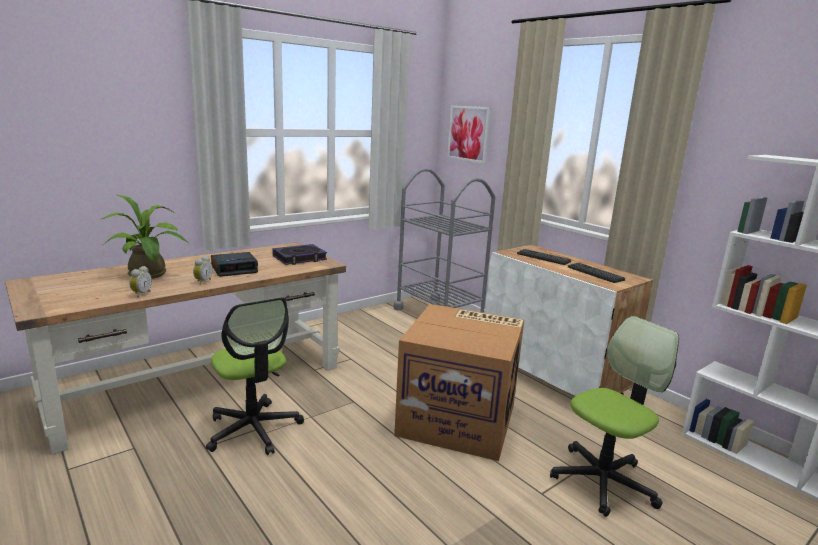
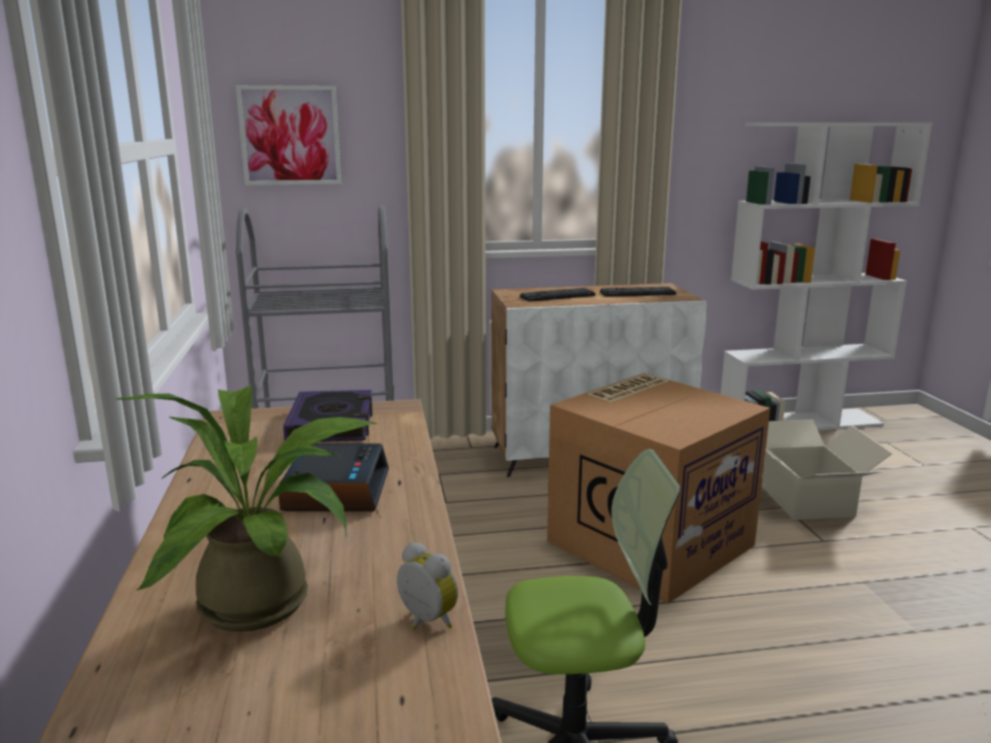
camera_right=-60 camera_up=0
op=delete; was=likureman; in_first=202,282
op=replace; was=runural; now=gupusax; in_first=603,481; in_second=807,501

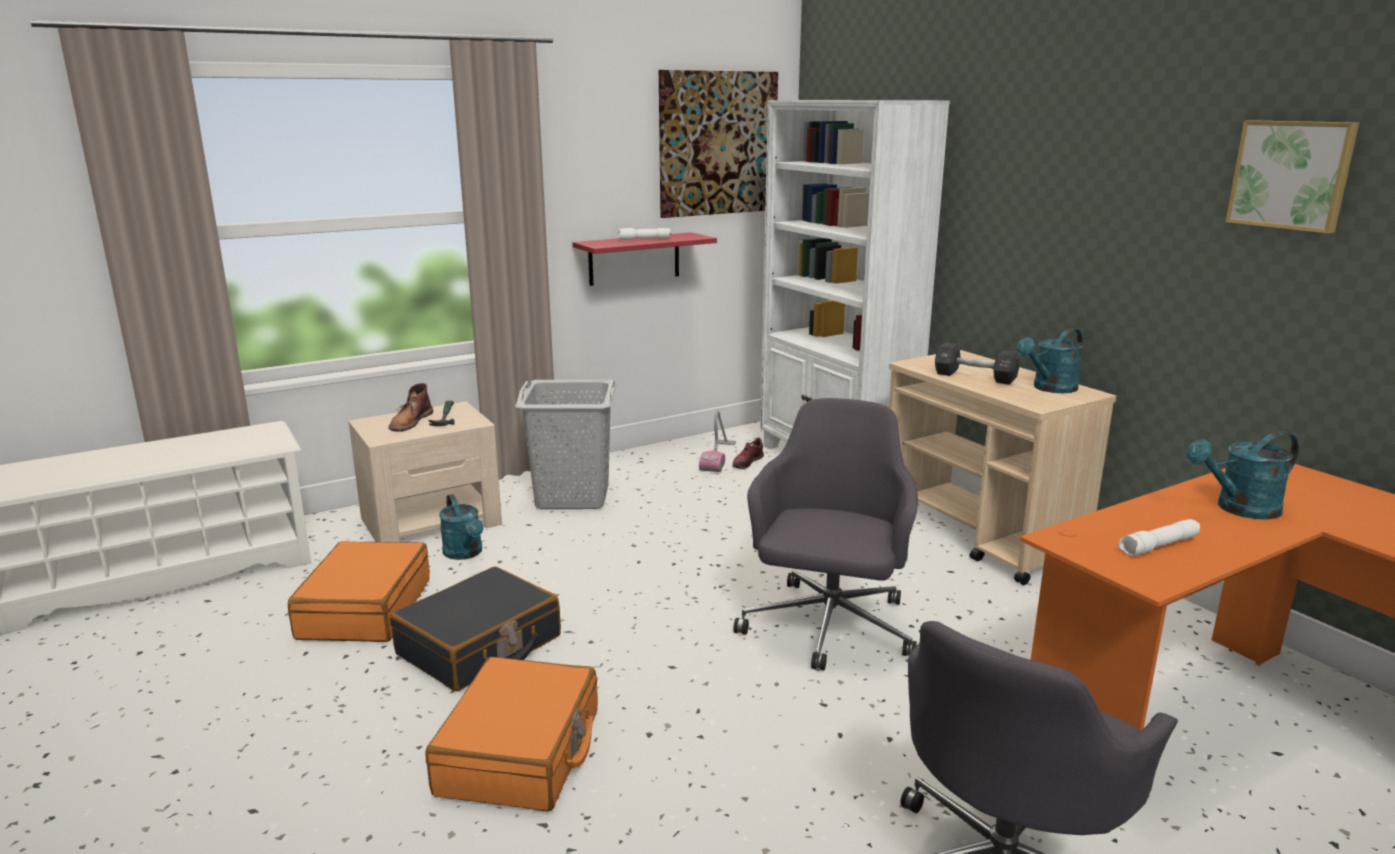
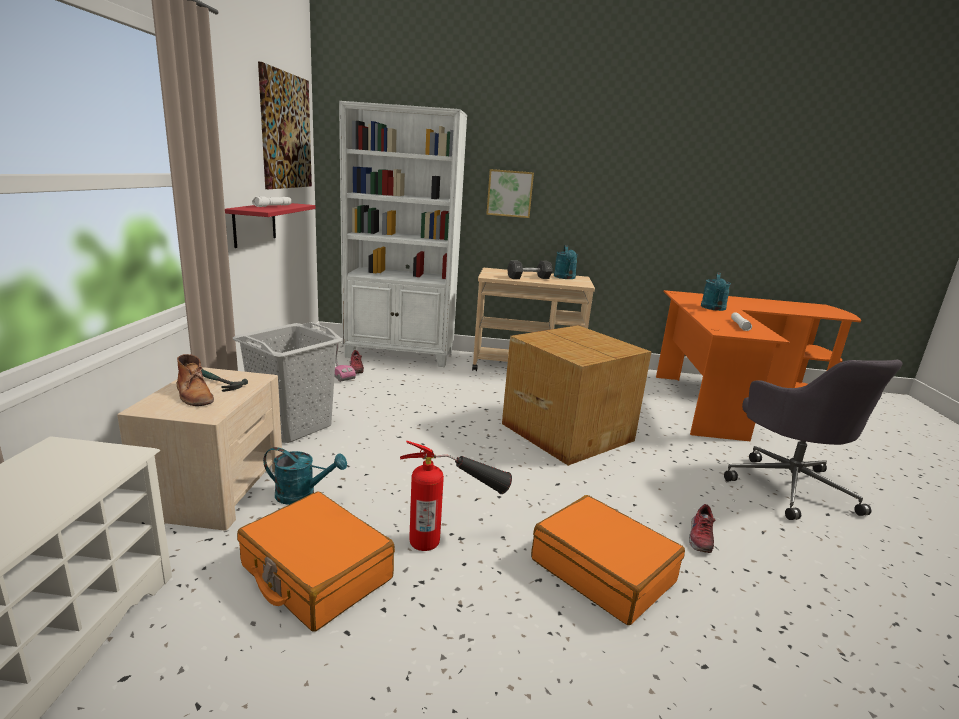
camera_right=-55 camera_up=0
op=insert; now=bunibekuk; in_second=699,537
op=move; was=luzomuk; in_first=1291,175; in_second=510,193
op=replace; was=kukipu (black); now=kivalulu; in_first=480,646; in_second=452,539
op=replace; was=runural (grey); now=gupusax; in_first=828,628; in_second=567,431

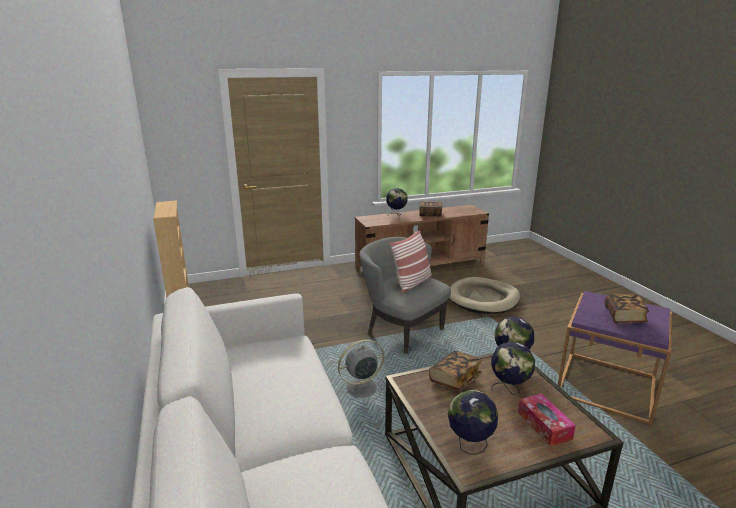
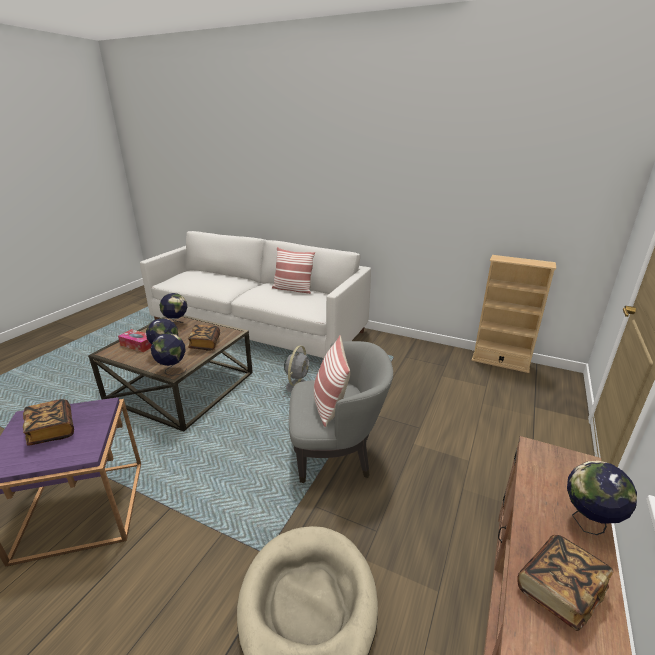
camera_right=135 camera_up=5
op=insert; now=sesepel; in_second=293,289

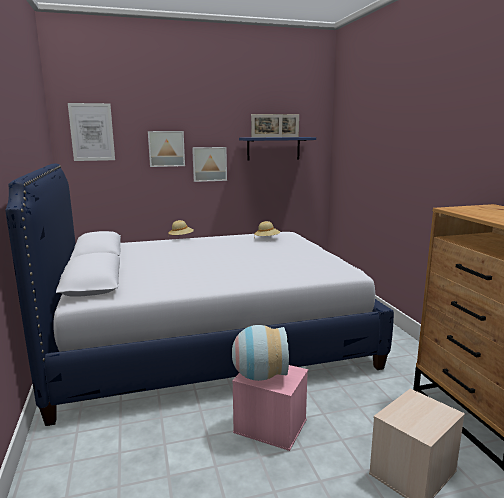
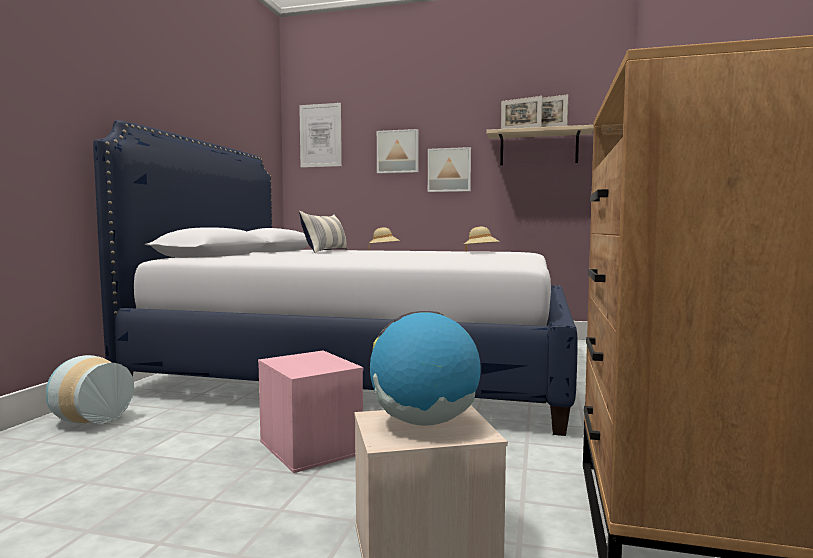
camera_right=30 camera_up=-10
op=insert; now=sesepel; in_second=326,251
op=insert; now=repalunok; in_second=424,422
op=move; was=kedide; in_first=259,375; in_second=88,420
op=recolor; was=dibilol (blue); now=dibilol (beige); in_first=273,148; in_second=538,148

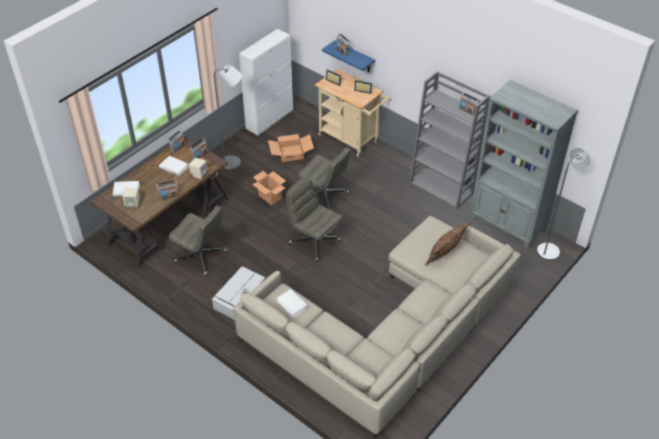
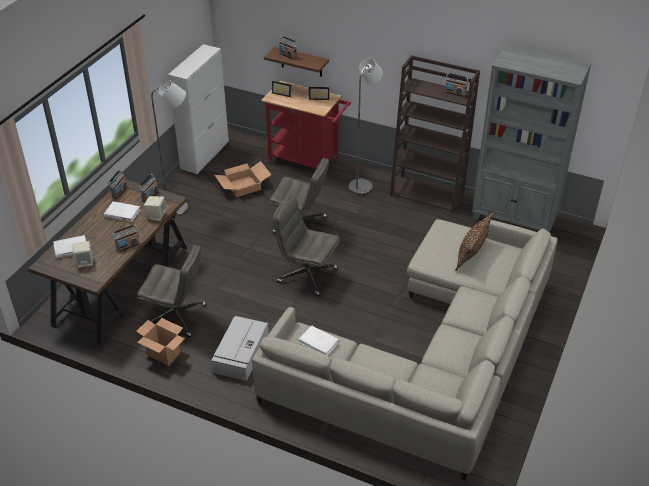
camera_right=-15 camera_up=-5
op=move; was=gupusax; in_first=270,197; in_second=164,354
op=move; was=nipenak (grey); in_first=551,249; in_second=363,185
op=recolor; was=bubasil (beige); now=bubasil (red); in_first=351,139; in_second=307,161
op=recolor; was=dibilol (blue); now=dibilol (brown); in_first=354,57; in_second=301,62
op=recolor; was=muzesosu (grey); now=muzesosu (brown); in_first=442,188; in_second=428,194

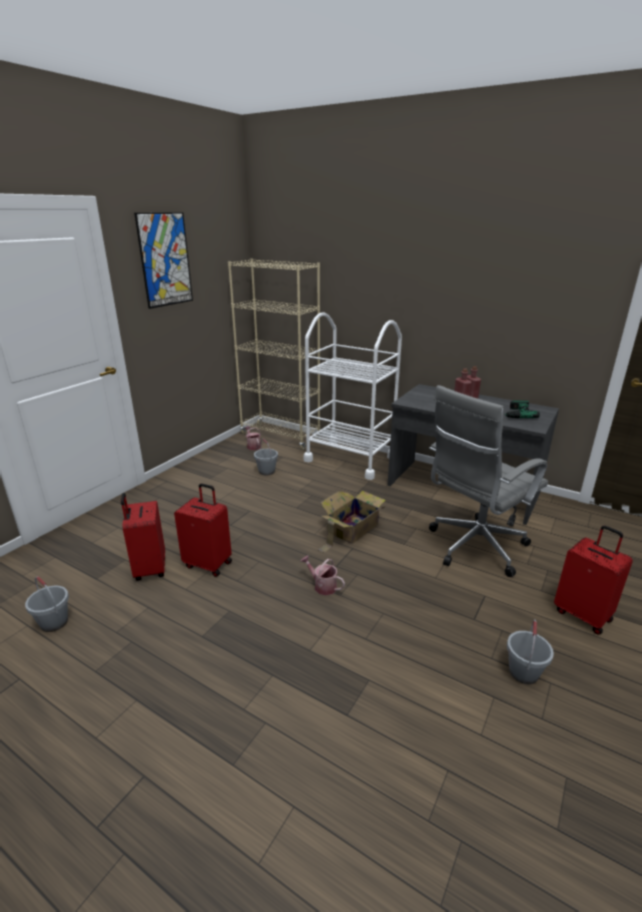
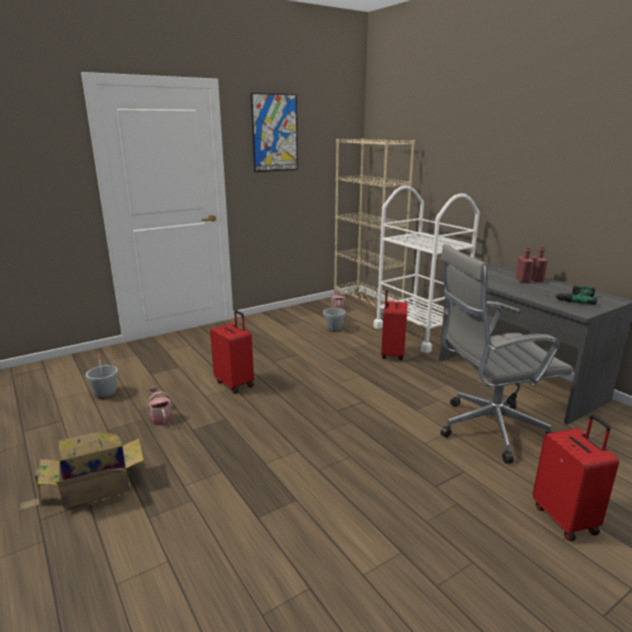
camera_right=25 camera_up=-5
op=delete; was=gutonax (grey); in_first=524,672
op=move; was=kukipu (red); in_first=149,569; in_second=391,354
op=move; was=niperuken; in_first=322,585; in_second=160,417
op=move; was=gupusax; in_first=351,529; in_second=93,487

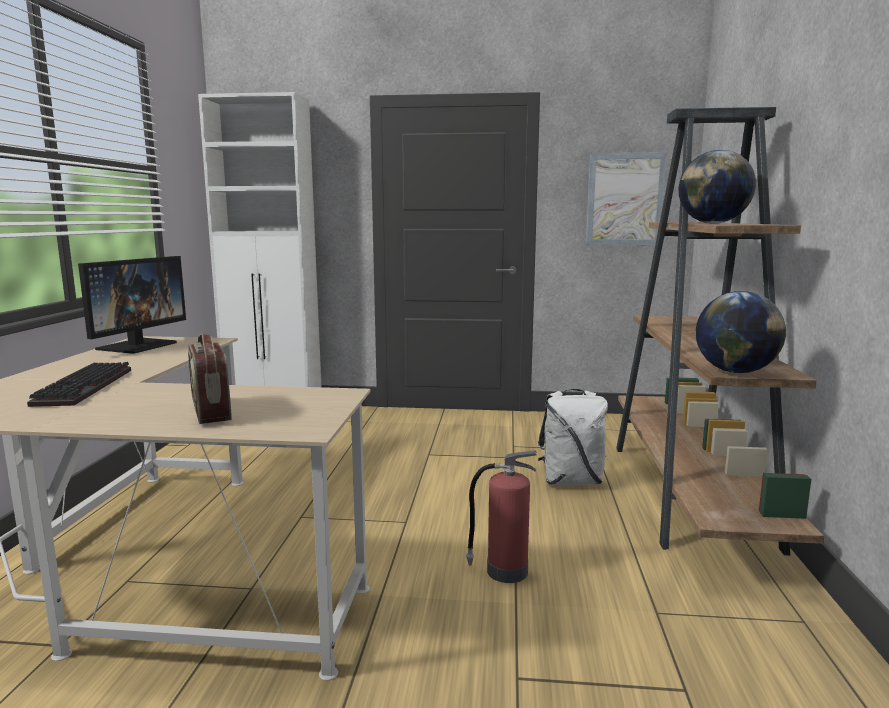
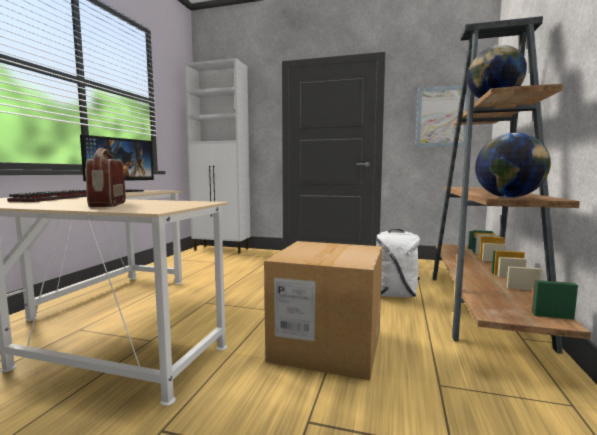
camera_right=10 camera_up=-5
op=replace; was=kivalulu; now=gupusax; in_first=504,571; in_second=327,345

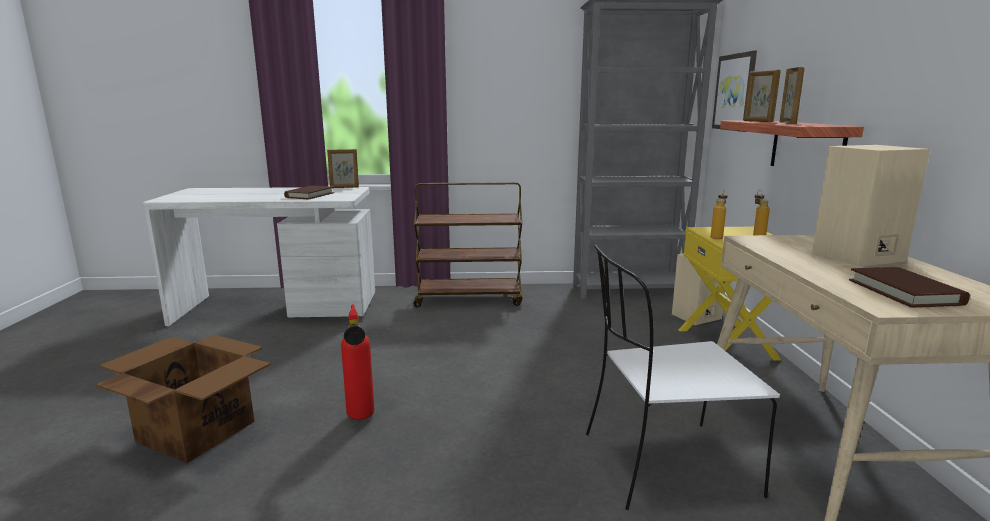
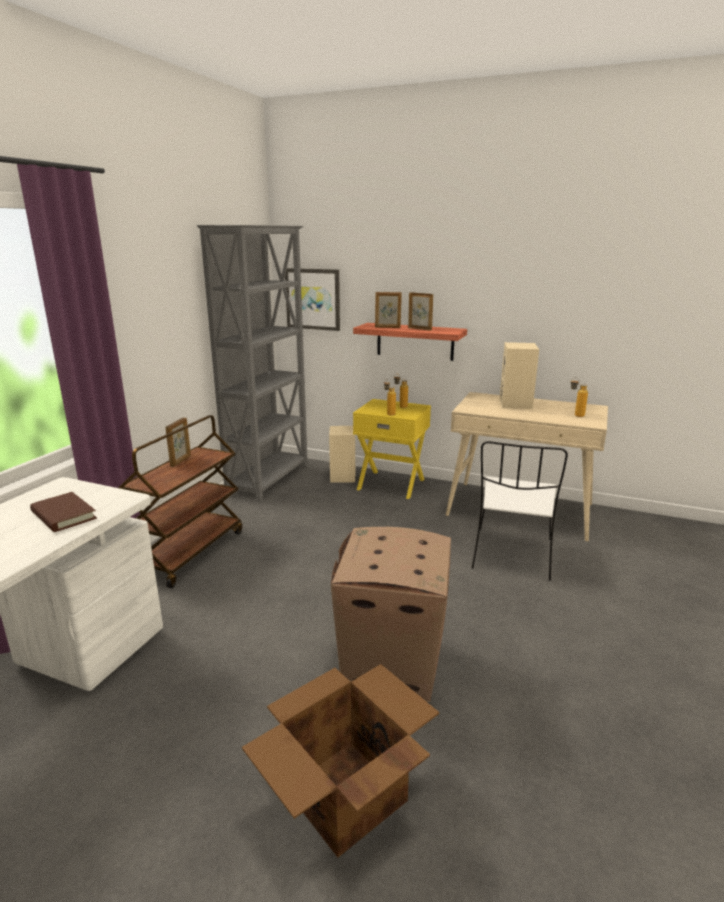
camera_right=-65 camera_up=5
op=move; was=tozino; in_first=344,187; in_second=181,461
op=replace; was=kivalulu; now=gupusax; in_first=361,419; in_second=391,667
op=replace; was=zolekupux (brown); now=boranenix; in_first=904,292; in_second=575,415

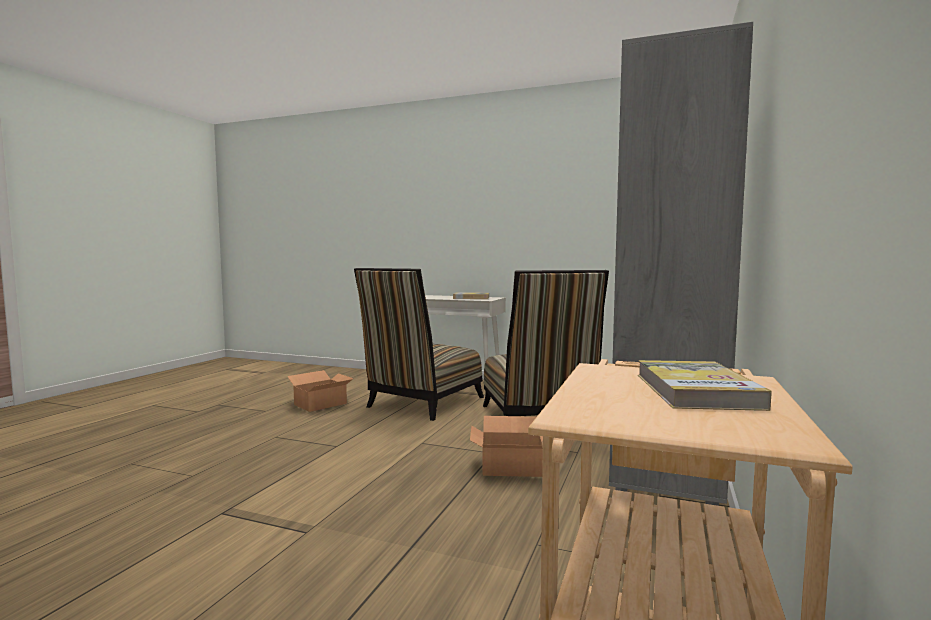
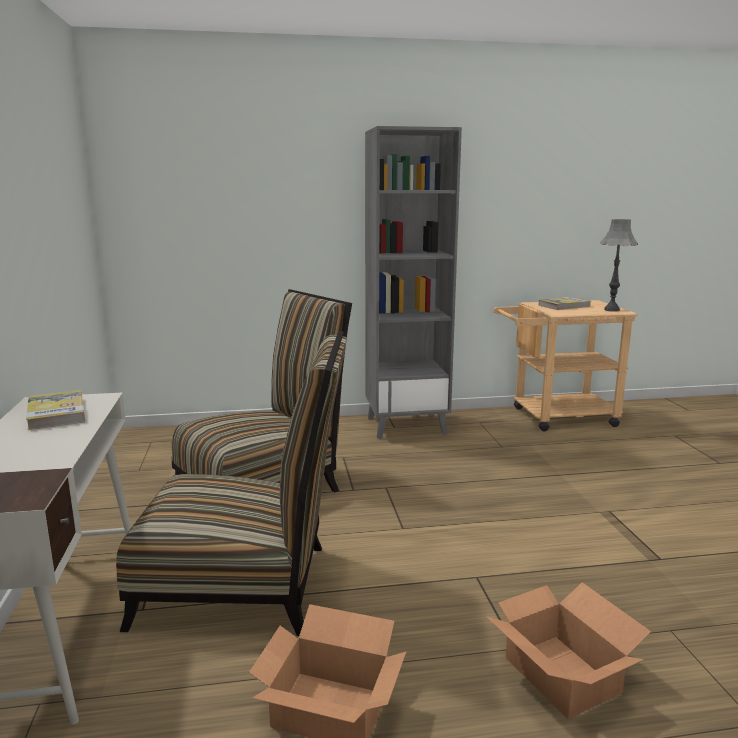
camera_right=-120 camera_up=10
op=insert; now=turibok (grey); in_second=611,310
op=move; was=gupusax; in_first=511,466; in_second=561,676

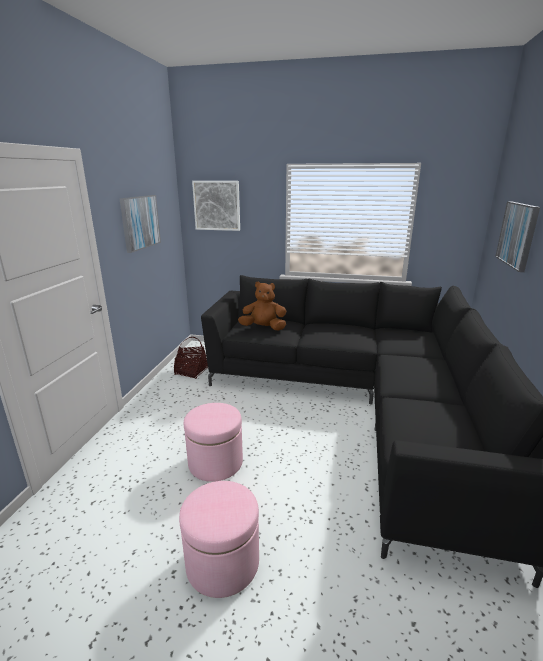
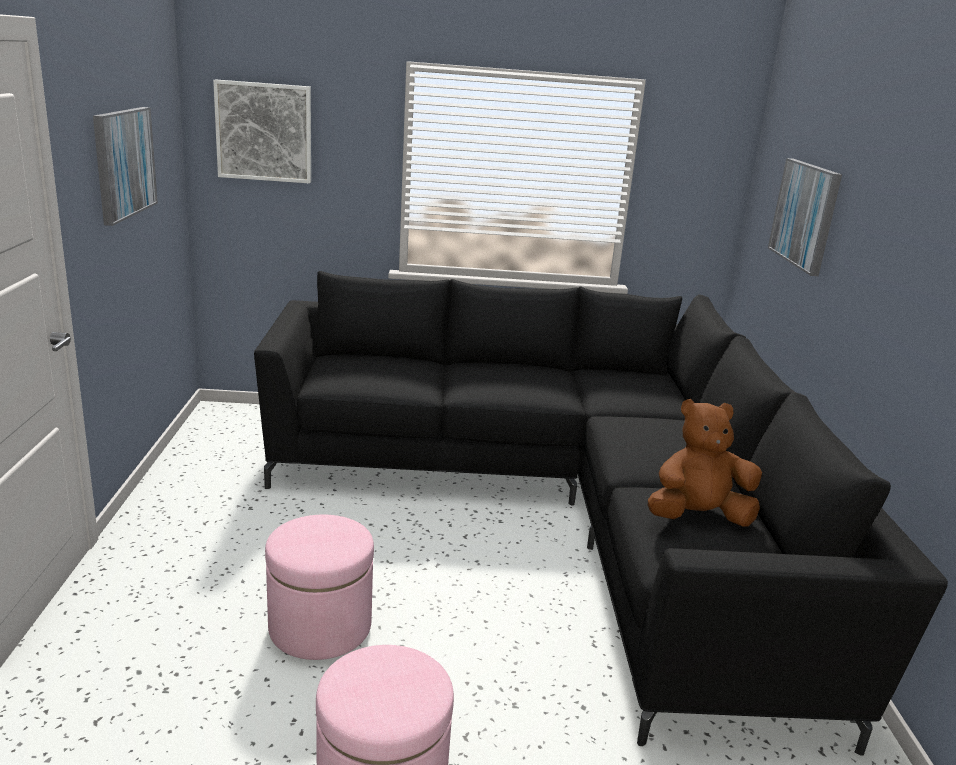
camera_right=-15 camera_up=0
op=delete; was=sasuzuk; in_first=191,371
op=move; was=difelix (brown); in_first=263,328; in_second=698,517

